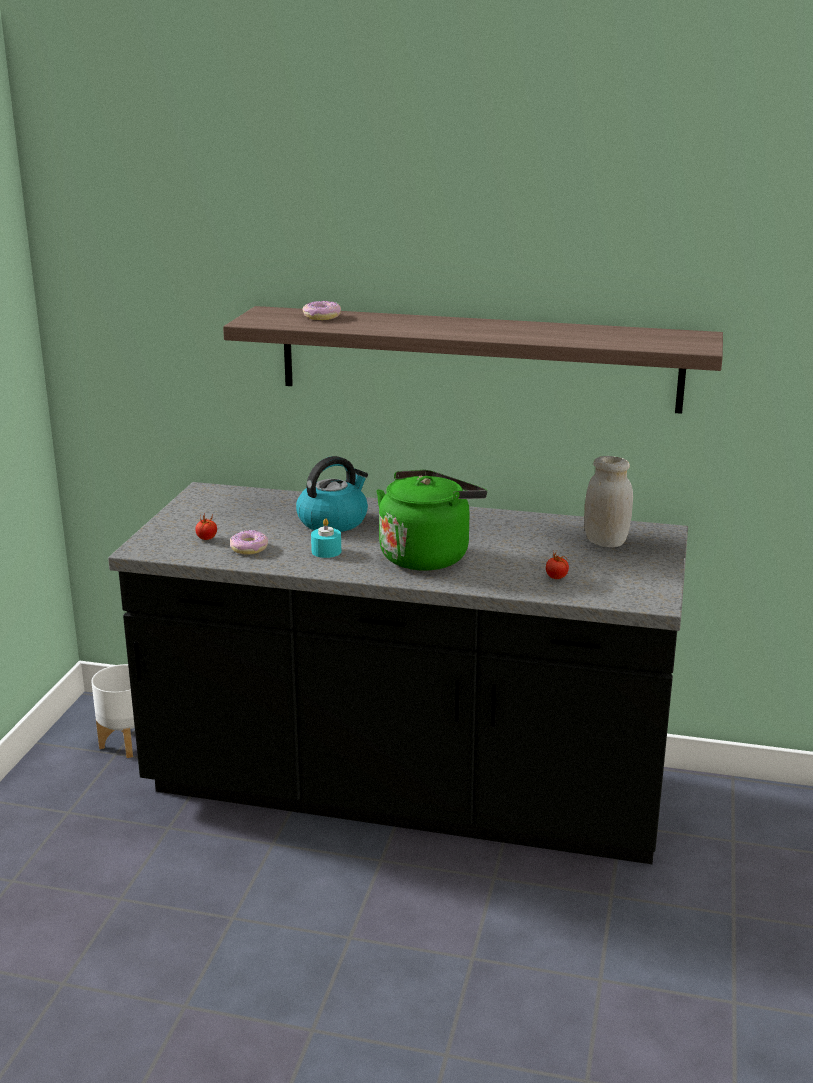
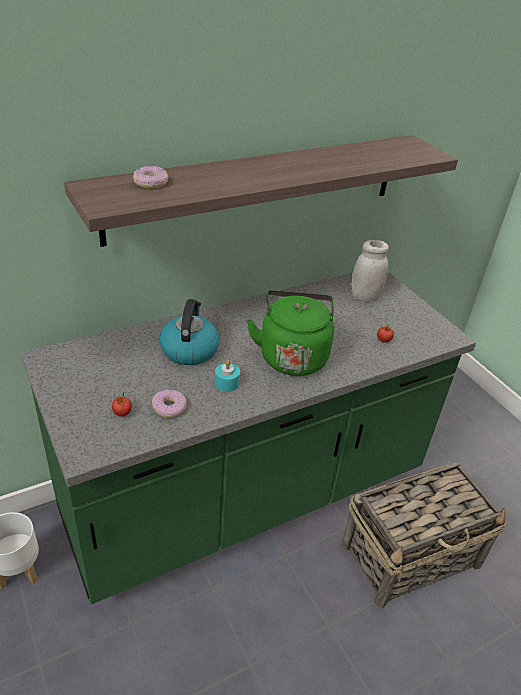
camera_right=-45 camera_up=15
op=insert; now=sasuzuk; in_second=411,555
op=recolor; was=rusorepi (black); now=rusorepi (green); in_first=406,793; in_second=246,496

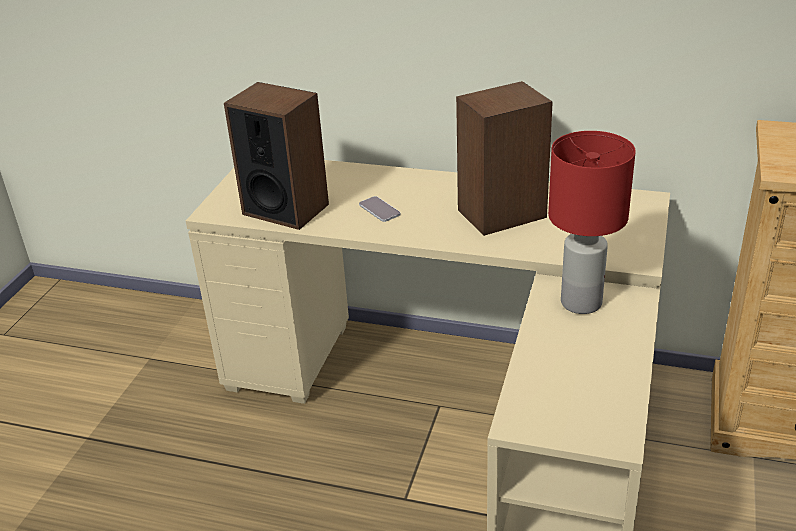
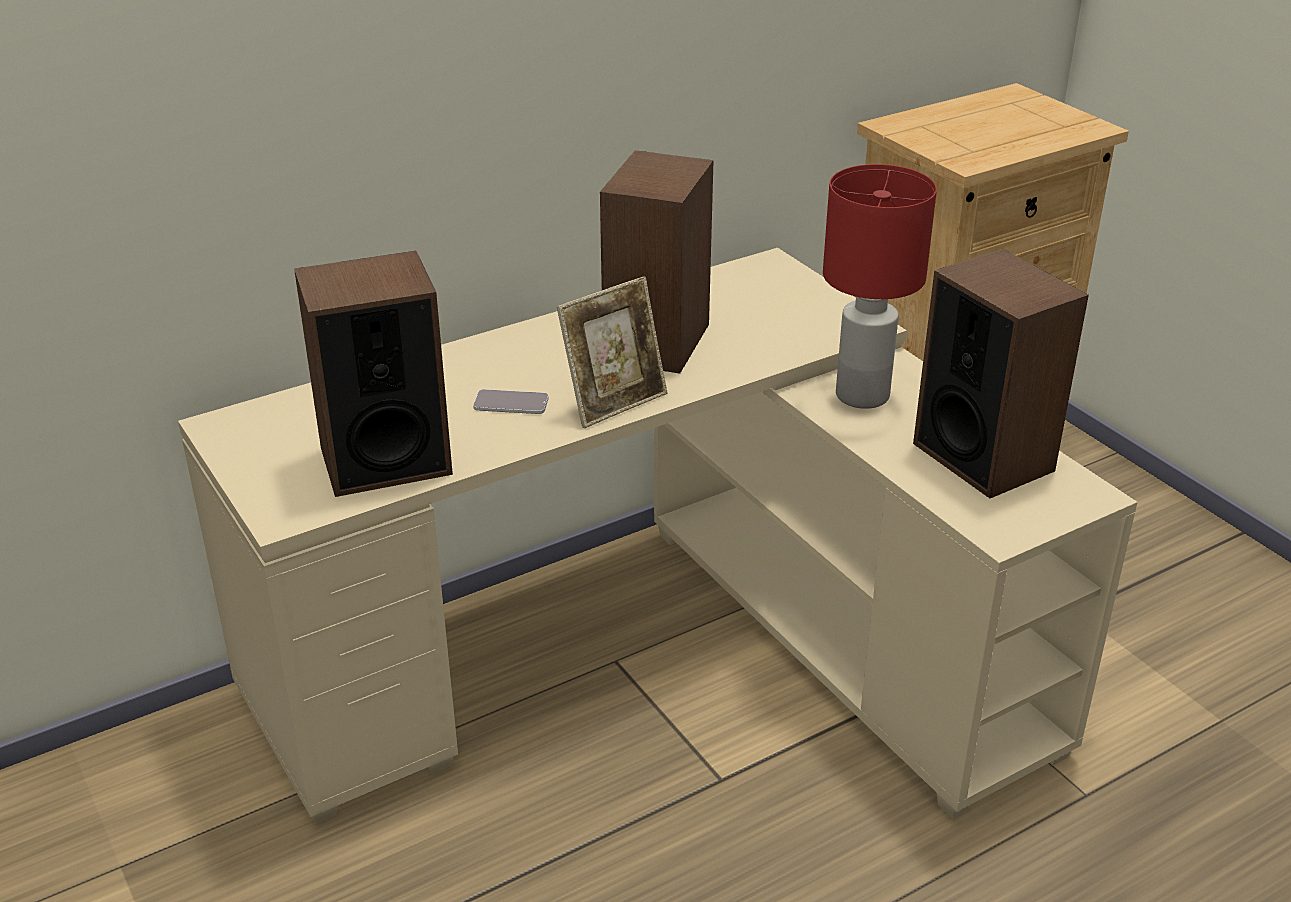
camera_right=-50 camera_up=0
op=insert; now=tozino; in_second=614,402
op=insert; now=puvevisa; in_second=983,456

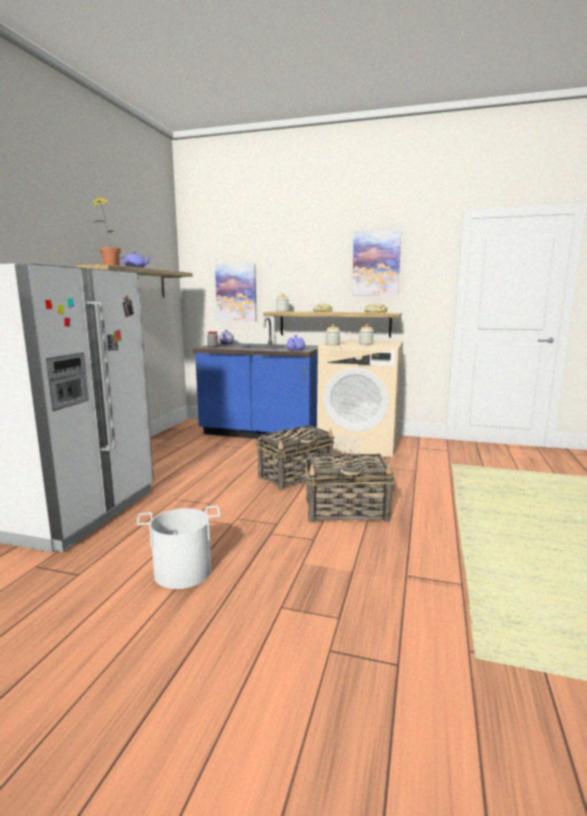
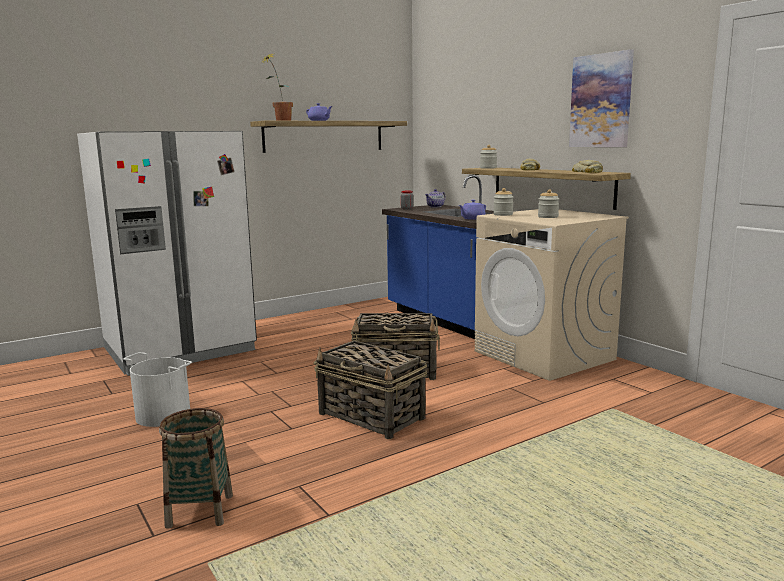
camera_right=40 camera_up=0
op=delete; was=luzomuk; in_first=236,293
op=insert; now=sasuzuk; in_second=200,510

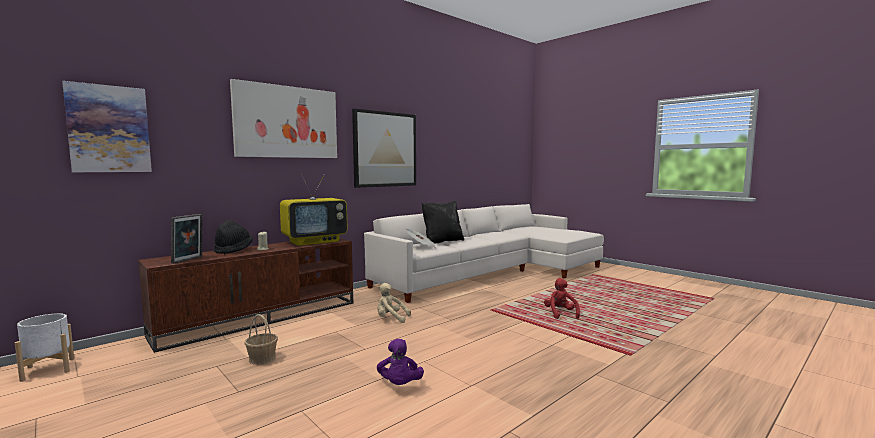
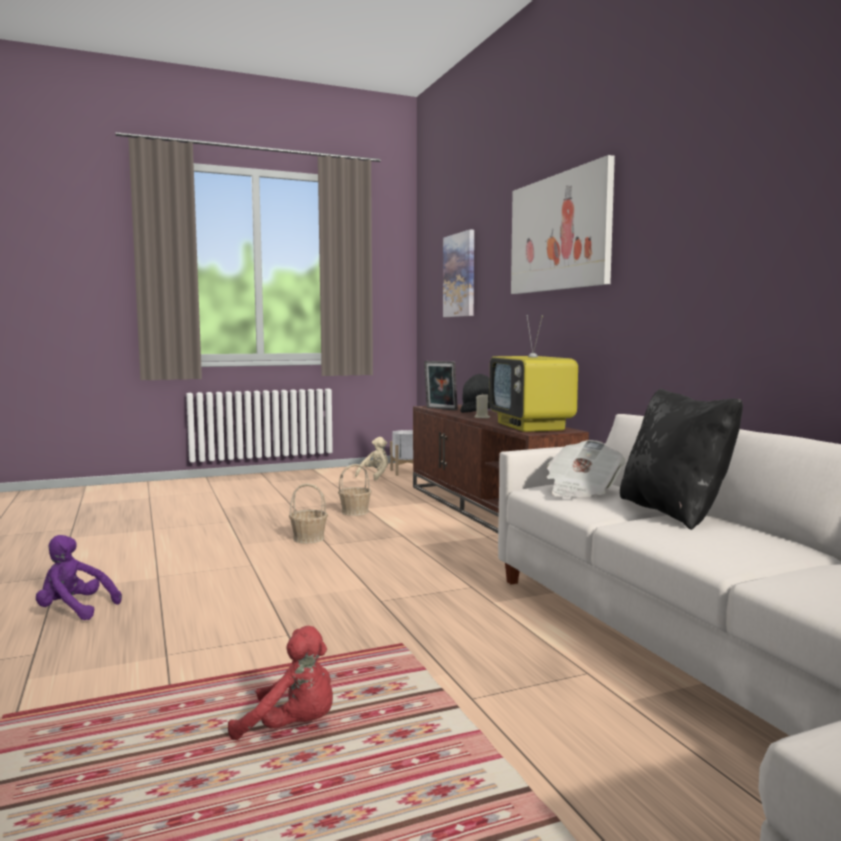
camera_right=110 camera_up=0
op=delete; was=luzomuk; in_first=385,149
op=insert; now=sasuzuk; in_second=308,538
op=move; was=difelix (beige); in_first=391,319; in_second=375,476
op=move; was=difelix (purple); in_first=399,385; in_second=74,610

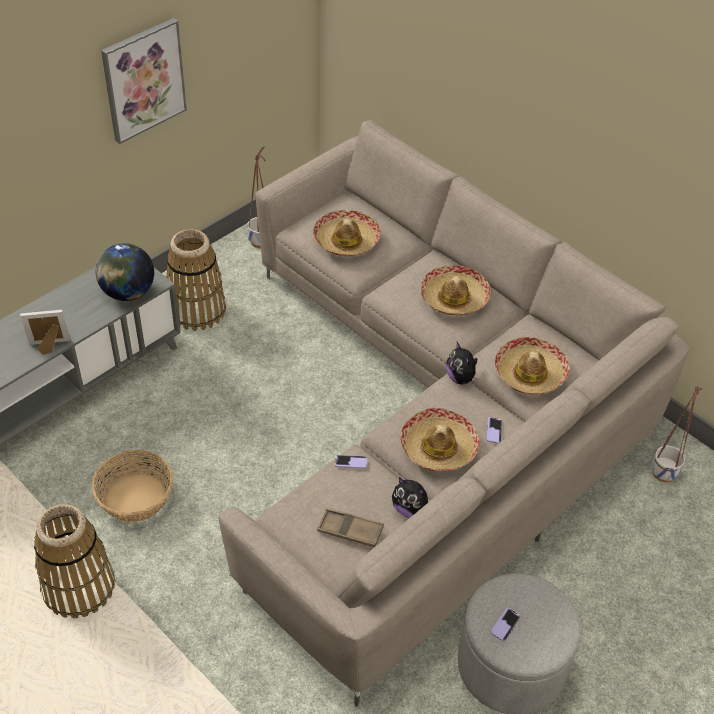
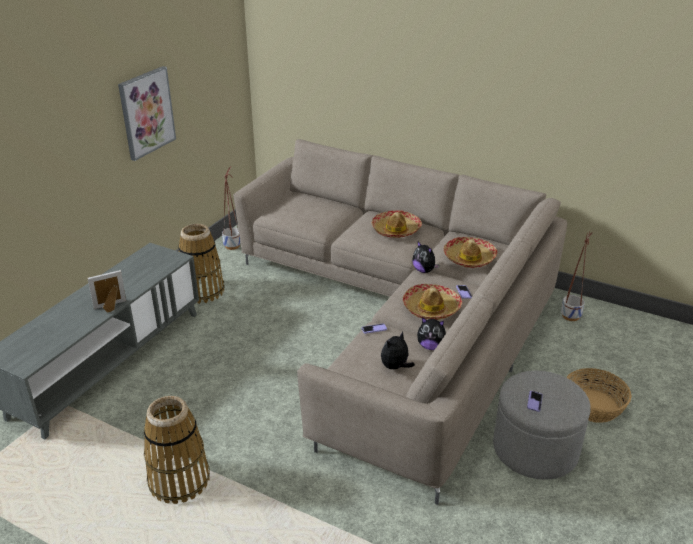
camera_right=-15 camera_up=-15
op=delete; was=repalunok; in_first=128,292
op=delete; was=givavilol; in_first=346,240
op=move; was=sasuzuk; in_first=135,497; in_second=593,405
op=replace; was=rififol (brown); now=difelix; in_first=350,530; in_second=395,367

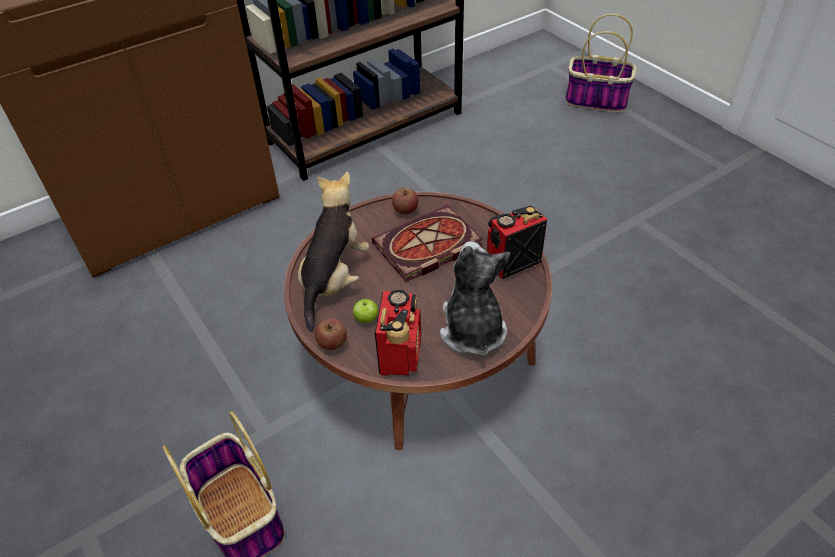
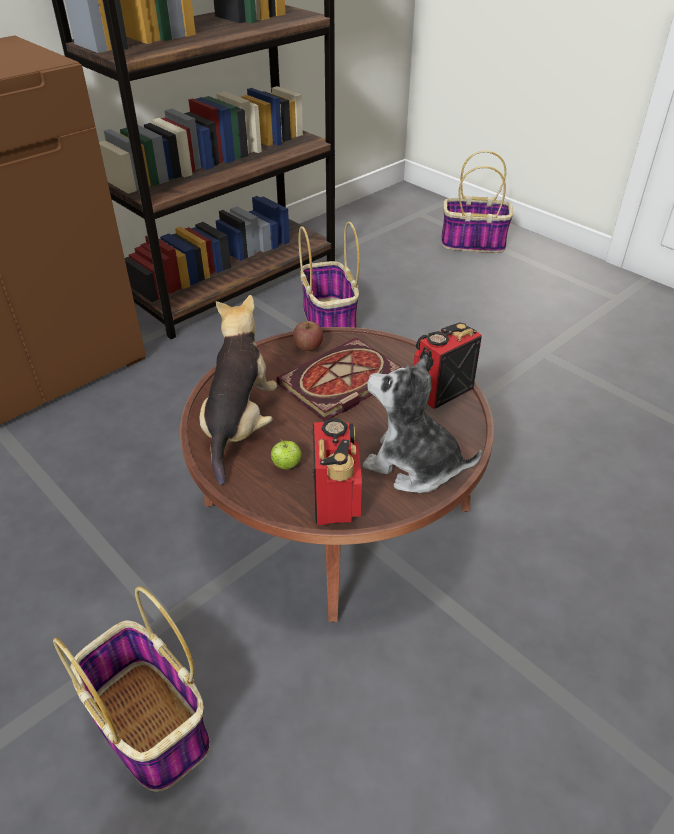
camera_right=-10 camera_up=-5
op=delete; was=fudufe; in_first=332,342
op=insert; now=sasuzuk; in_second=329,321
op=rotate; was=difelix; in_first=472,330; in_second=413,466; clockwise=-45

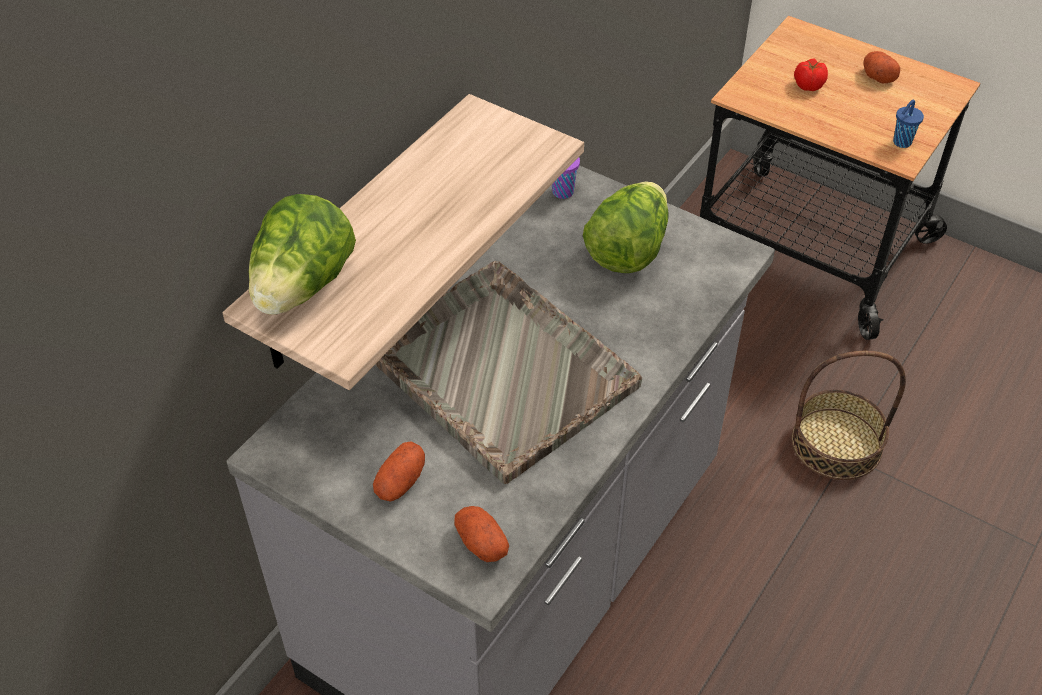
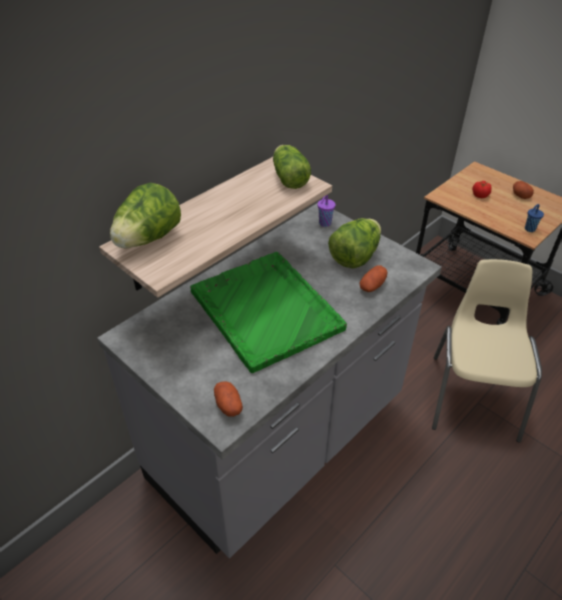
camera_right=10 camera_up=-5
op=insert; now=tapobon; in_second=289,177
op=move; was=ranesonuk; in_first=400,482; in_second=372,285
op=replace; was=sasuzuk; now=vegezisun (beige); in_first=836,443; in_second=473,395
op=recolor; was=rififol (grey); now=rififol (green); in_first=499,369; in_second=265,309

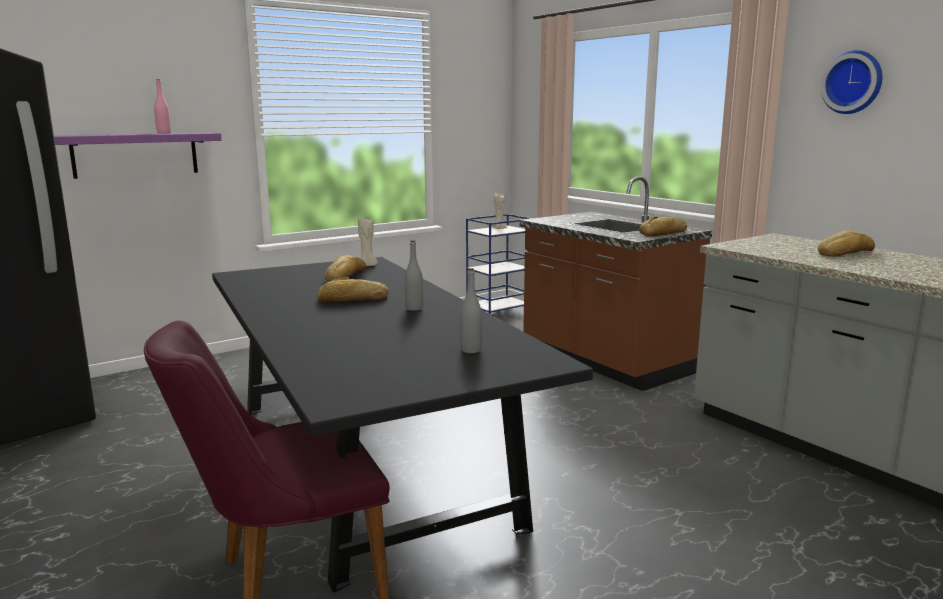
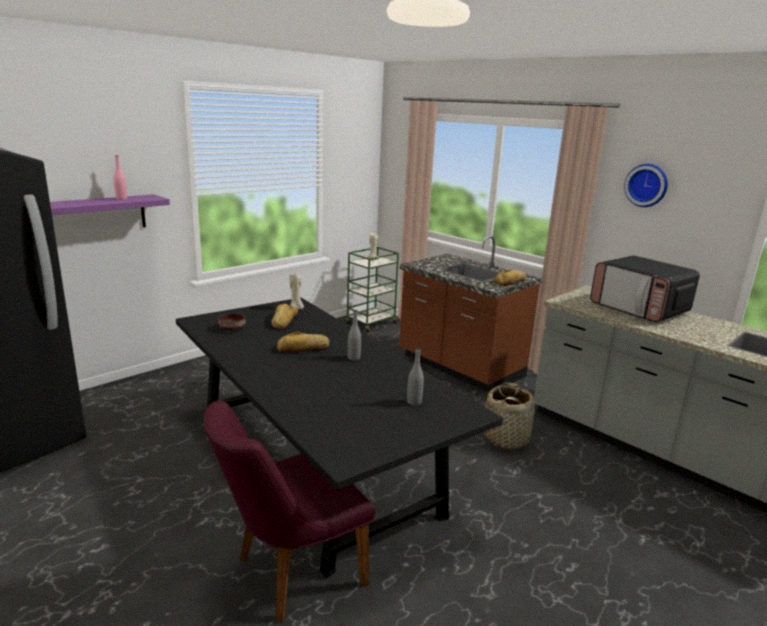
camera_right=-10 camera_up=5
op=insert; now=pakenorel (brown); in_second=232,329
op=insert; now=sasuzuk; in_second=506,438
op=replace; was=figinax; now=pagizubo; in_first=843,253; in_second=639,309
op=recolor; was=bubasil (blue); now=bubasil (green); in_first=499,314; in_second=371,323

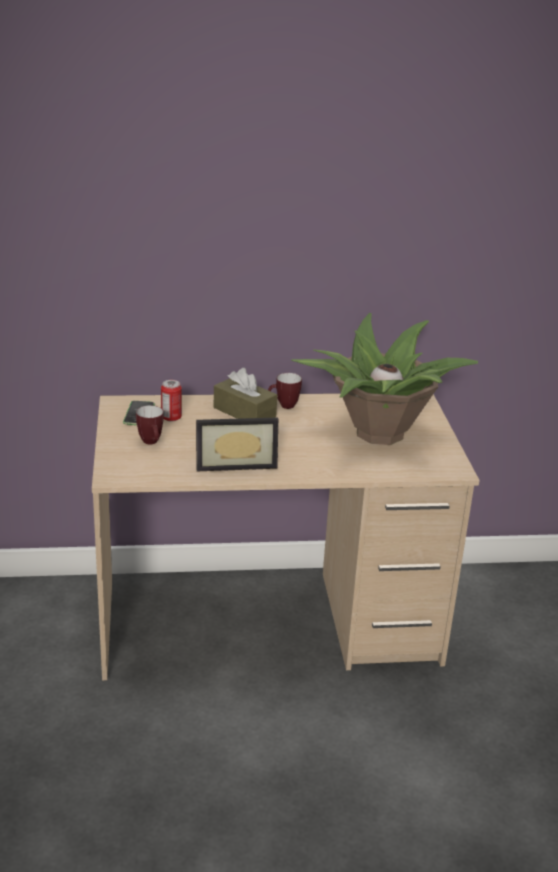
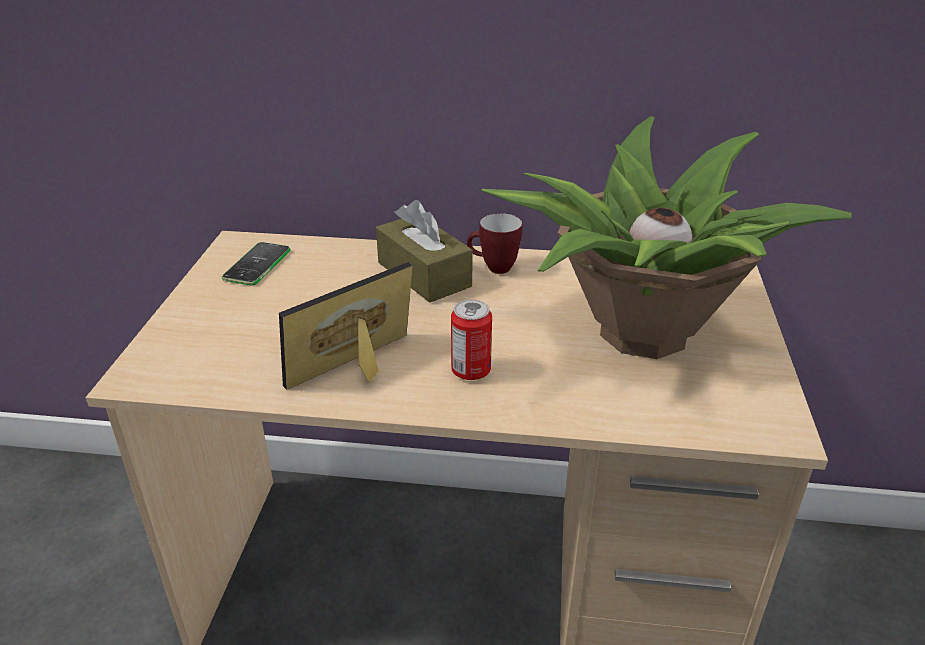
camera_right=15 camera_up=5
op=delete; was=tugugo; in_first=152,443
op=move; was=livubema; in_first=171,418; in_second=471,371
op=rotate; was=tozino; in_first=235,463; in_second=360,370; clockwise=135

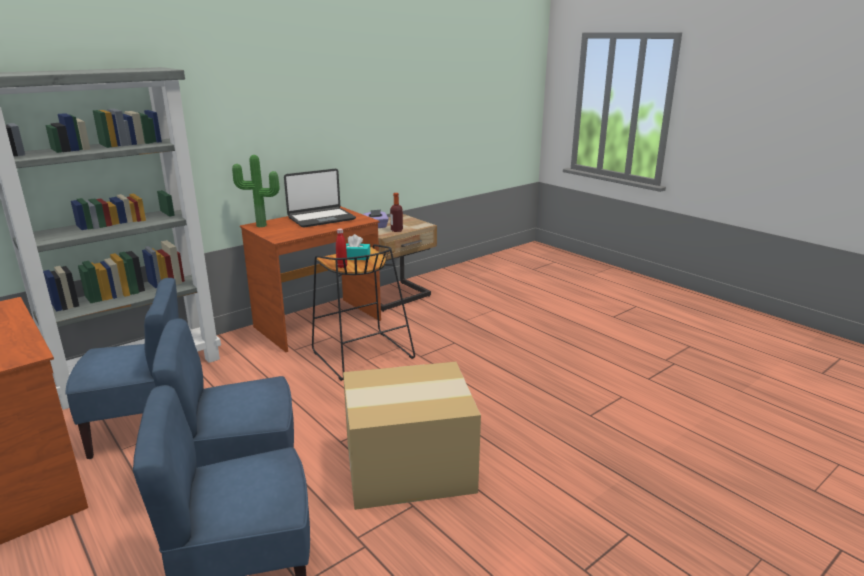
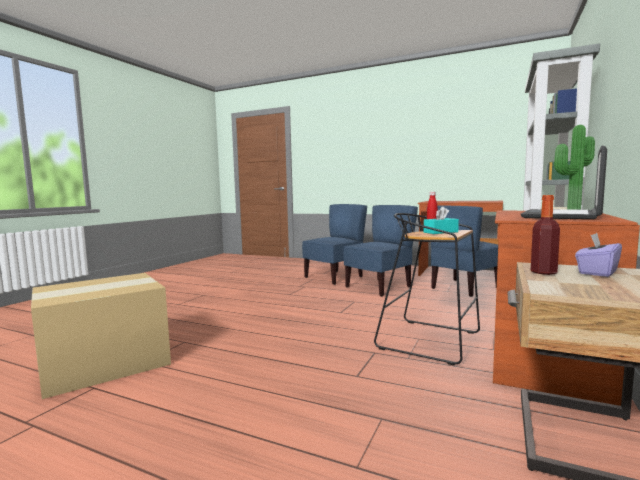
camera_right=155 camera_up=-15
op=move; was=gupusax; in_first=407,466; in_second=107,363

